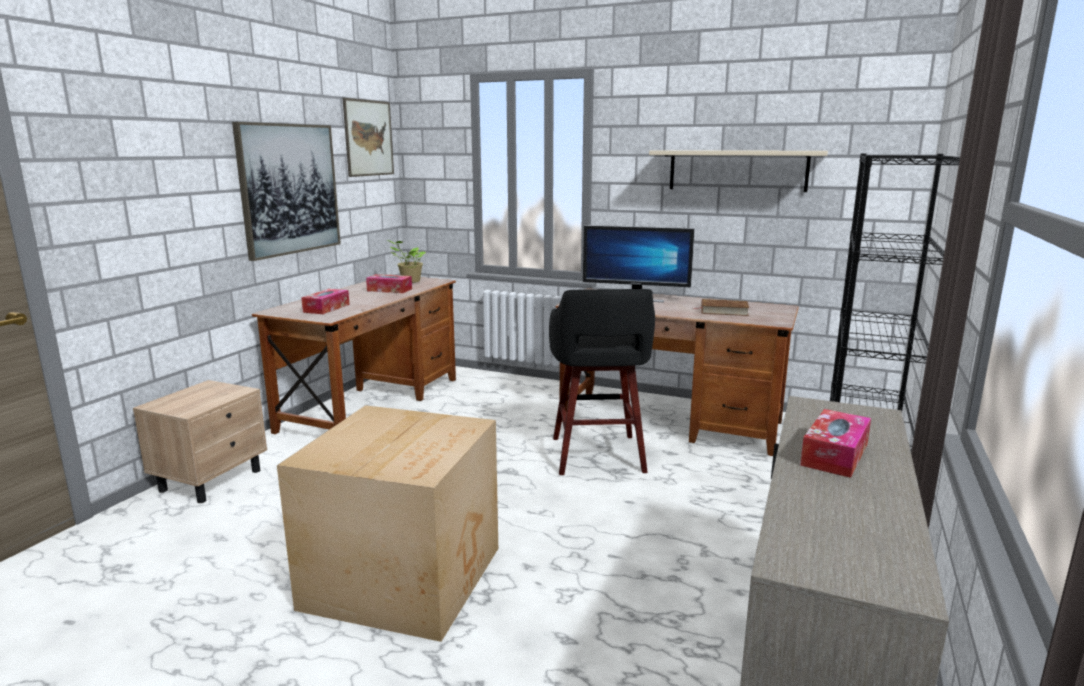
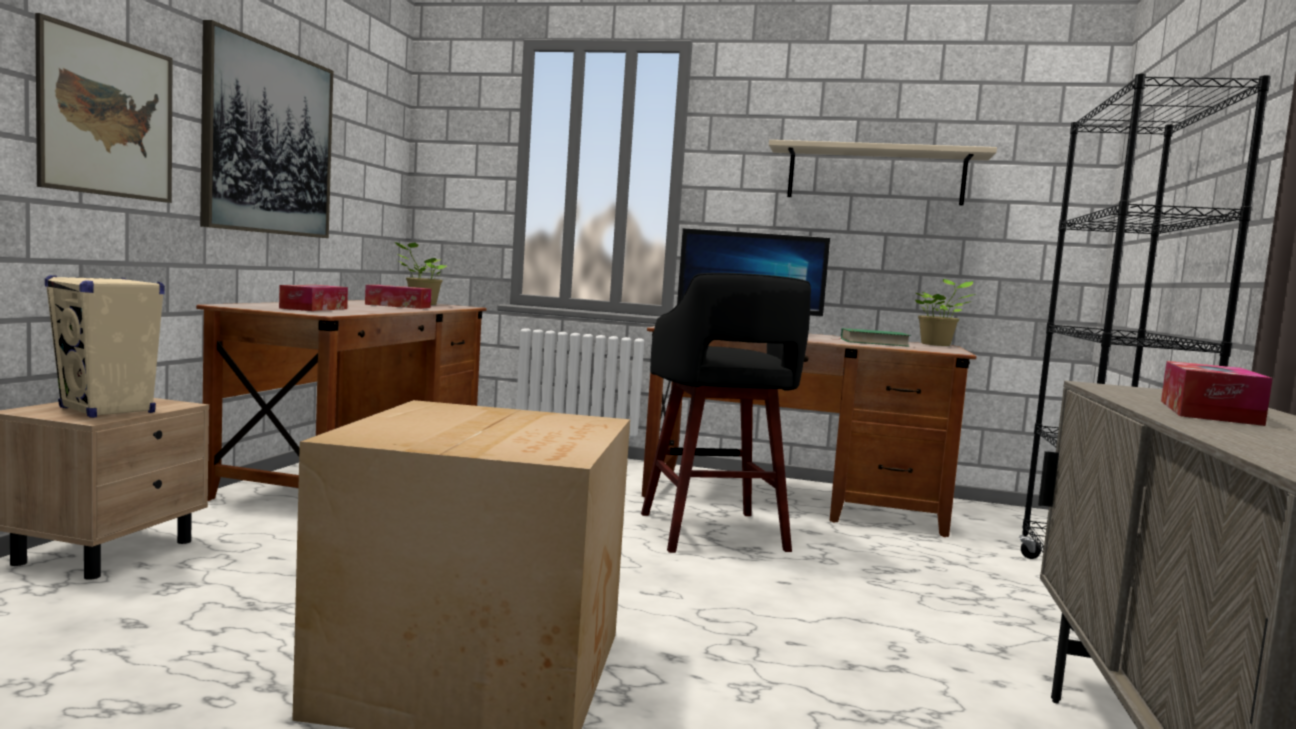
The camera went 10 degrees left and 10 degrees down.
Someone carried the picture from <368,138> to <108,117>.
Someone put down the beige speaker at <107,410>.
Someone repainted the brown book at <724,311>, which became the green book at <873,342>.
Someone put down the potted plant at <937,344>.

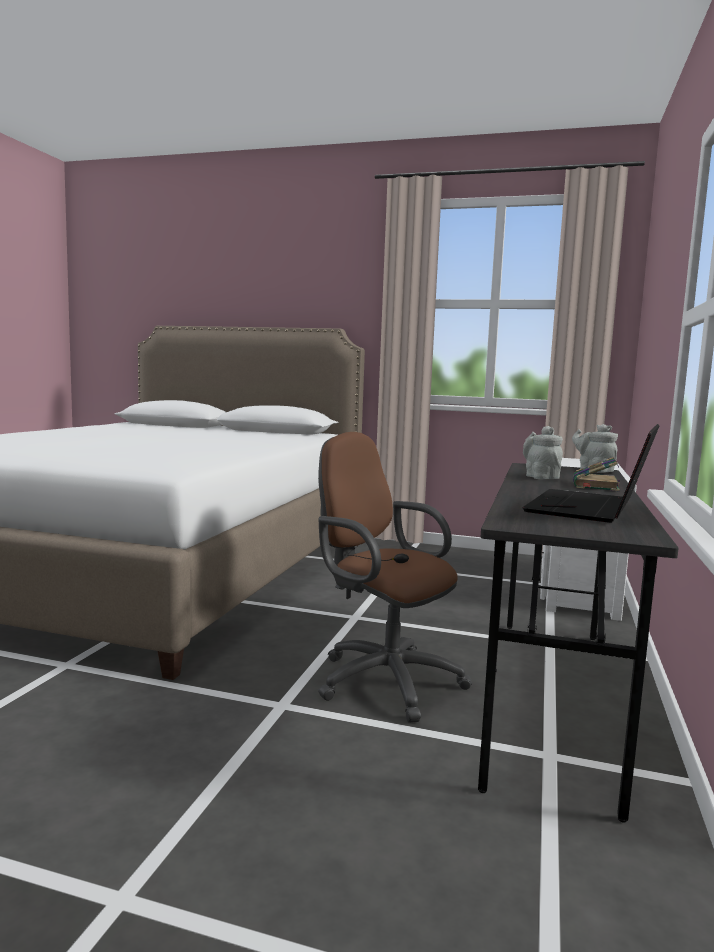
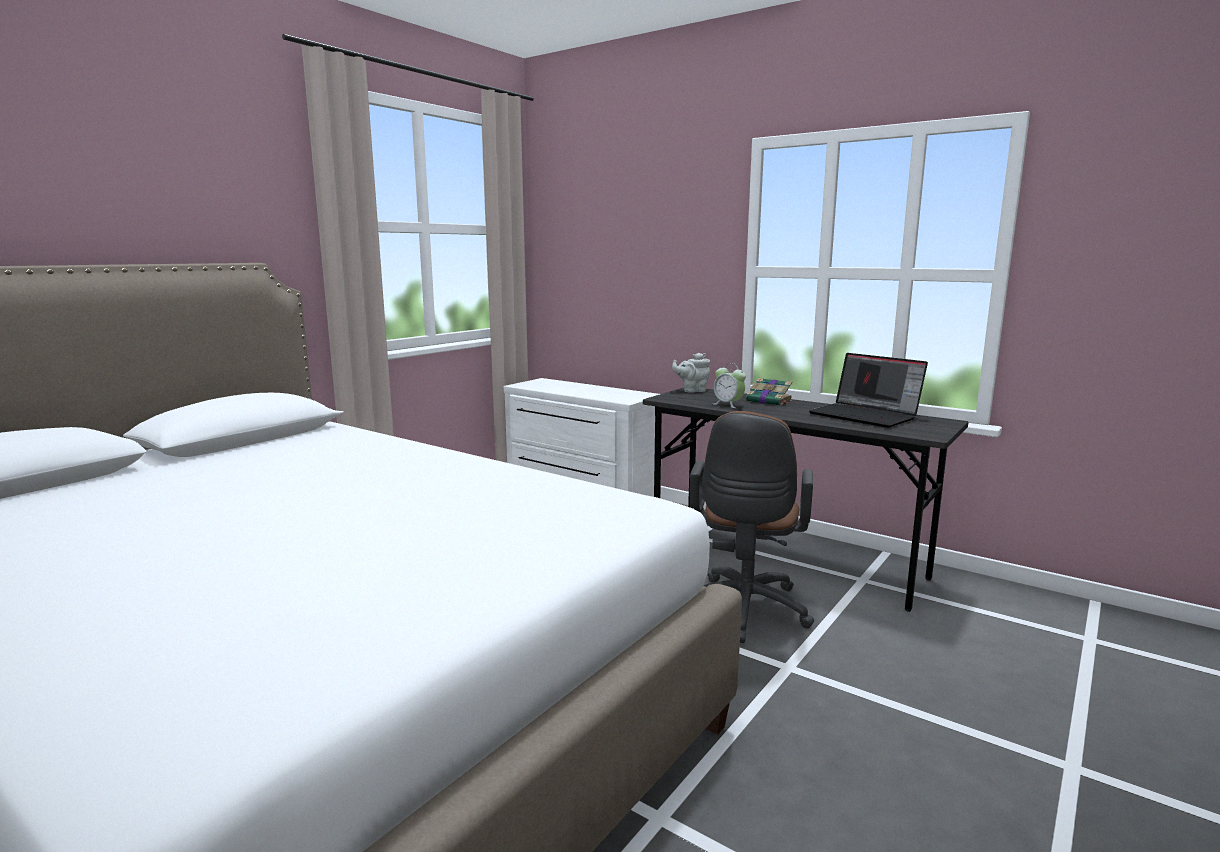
The camera went 70 degrees left and 5 degrees up.
Someone rotated the brown office chair at <382,679> by 45 degrees counterclockwise.
Someone swapped the grey teapot at <540,477> for the alarm clock at <728,405>.

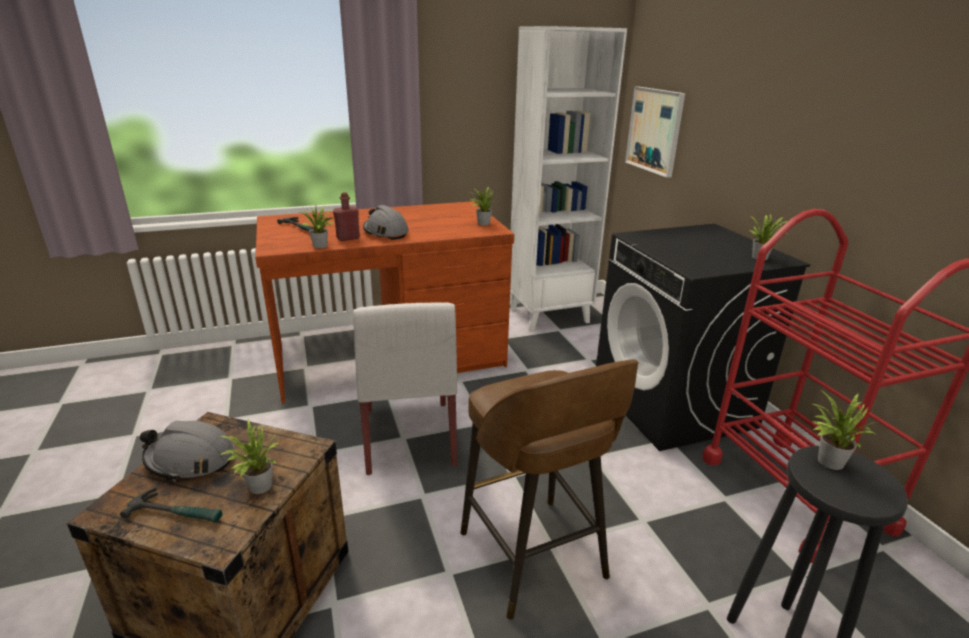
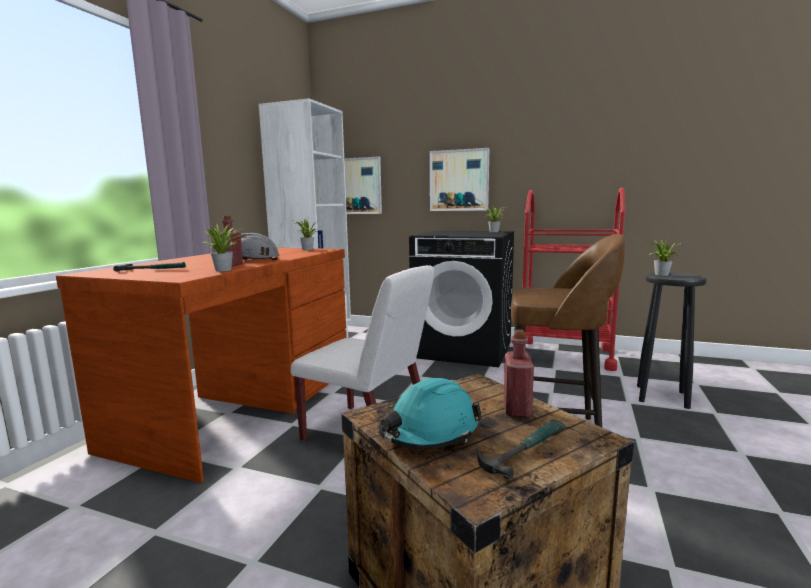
The camera went 50 degrees left and 15 degrees down.
Someone repainted the grey hard hat at <190,460>, which became the turquoise hard hat at <429,432>.
Someone put up the picture at <459,180>.
Someone swapped the potted plant at <257,487> for the red bottle at <517,409>.

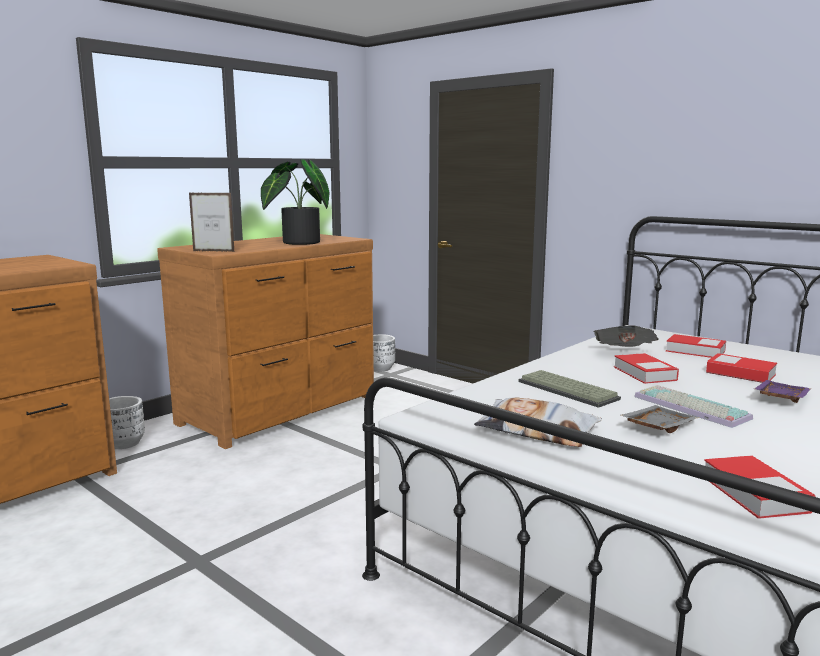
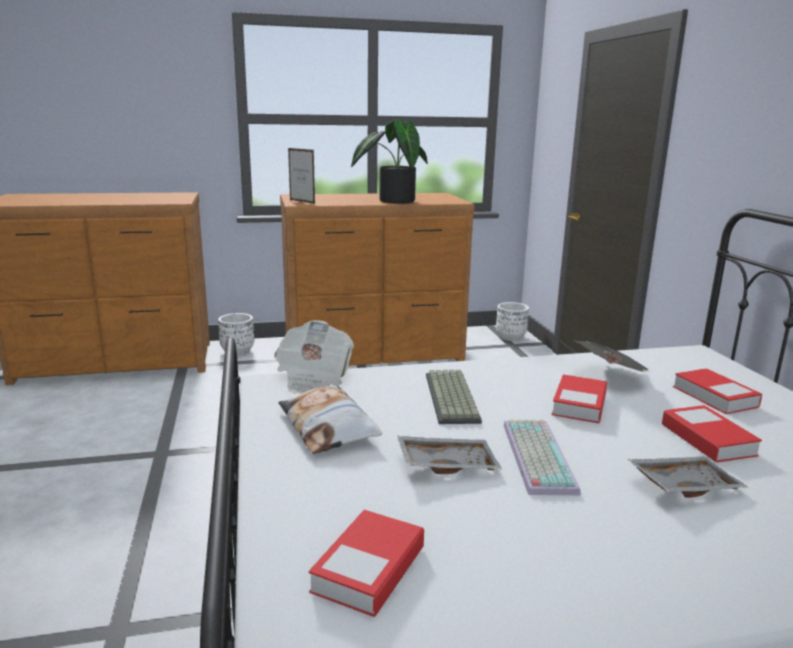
The camera went 35 degrees right and 5 degrees up.
Someone put down the newspaper at <313,377>.
Someone repainted the purple tray at <779,398>, which became the grey tray at <683,485>.

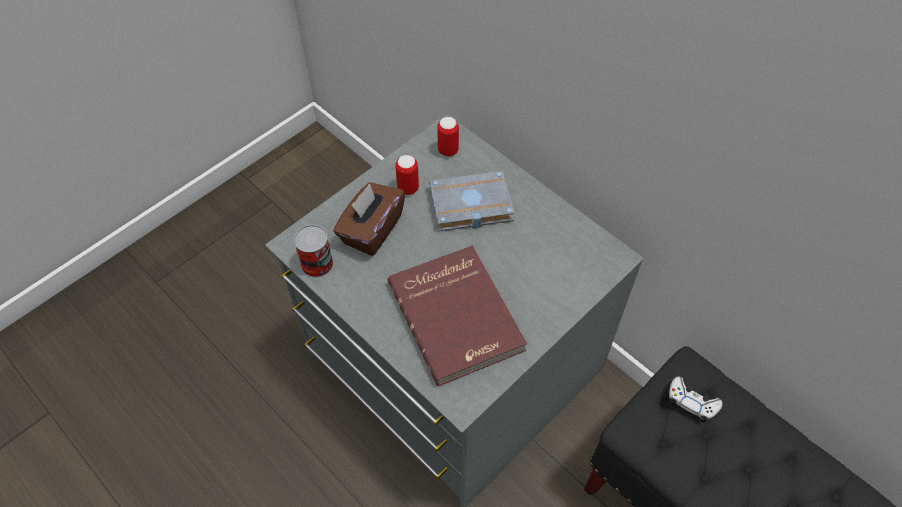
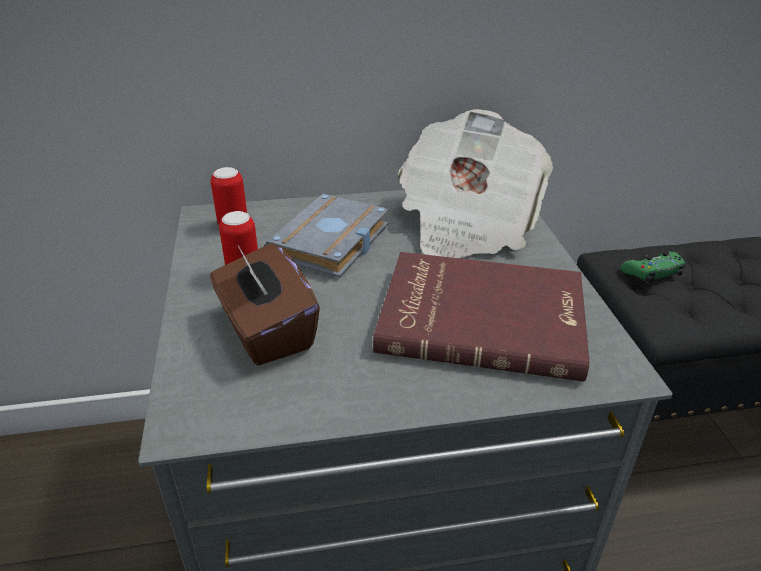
The camera went 55 degrees left and 20 degrees down.
Someone put down the newspaper at <467,222>.
Someone repainted the white game controller at <692,402>, which became the green game controller at <652,272>.
Someone took away the can at <317,264>.

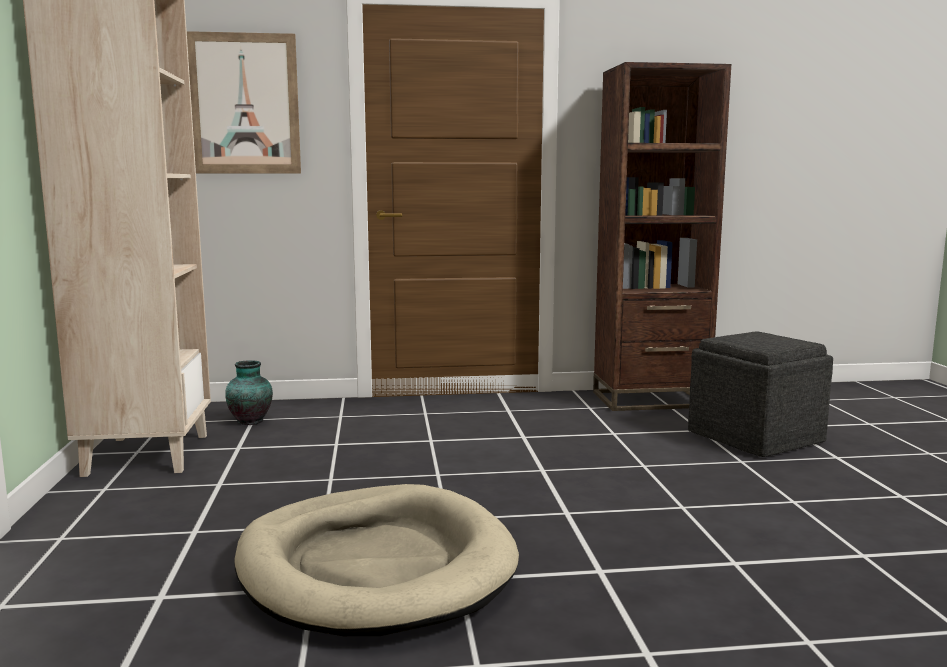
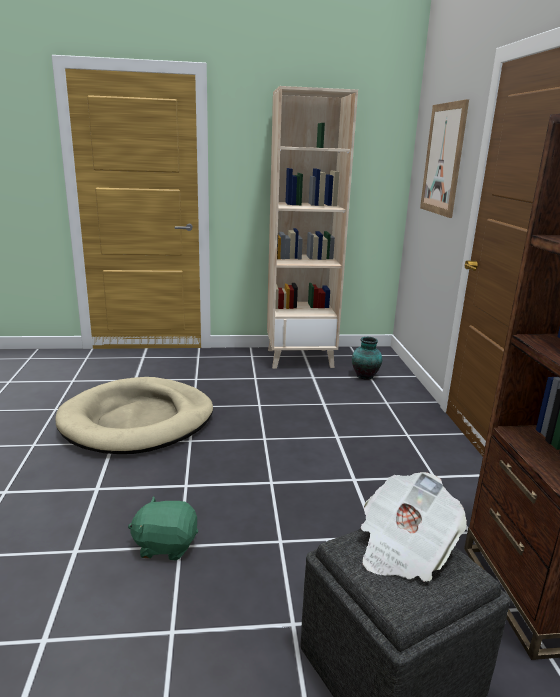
The camera went 90 degrees right and 10 degrees up.
Someone put down the green plush toy at <165,545>.
Someone put down the newspaper at <404,548>.

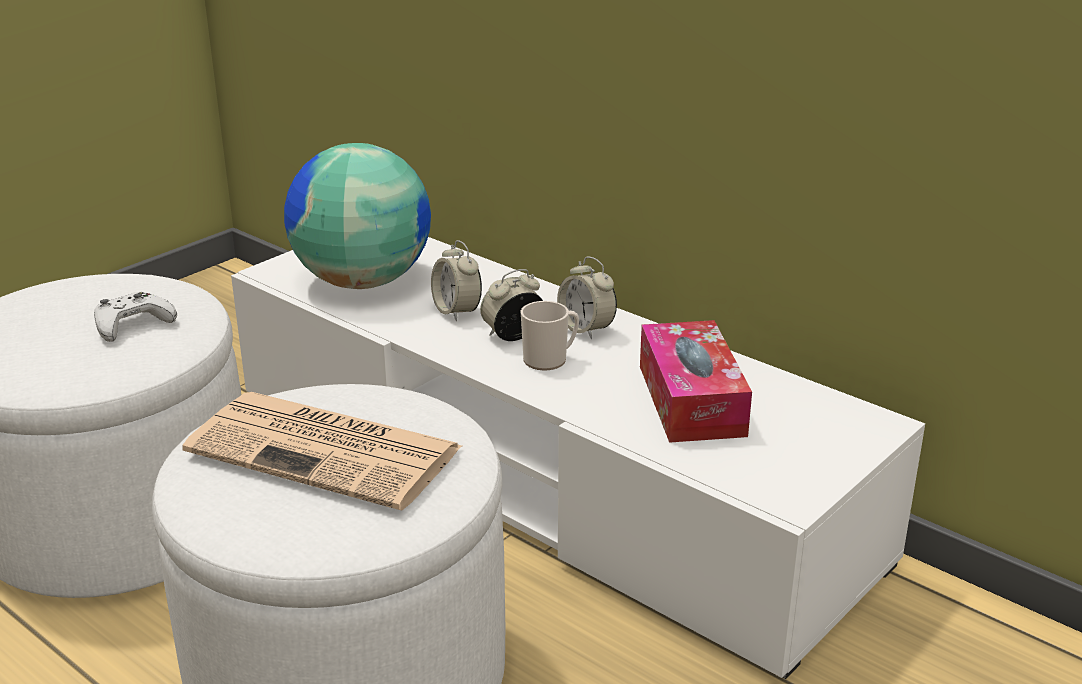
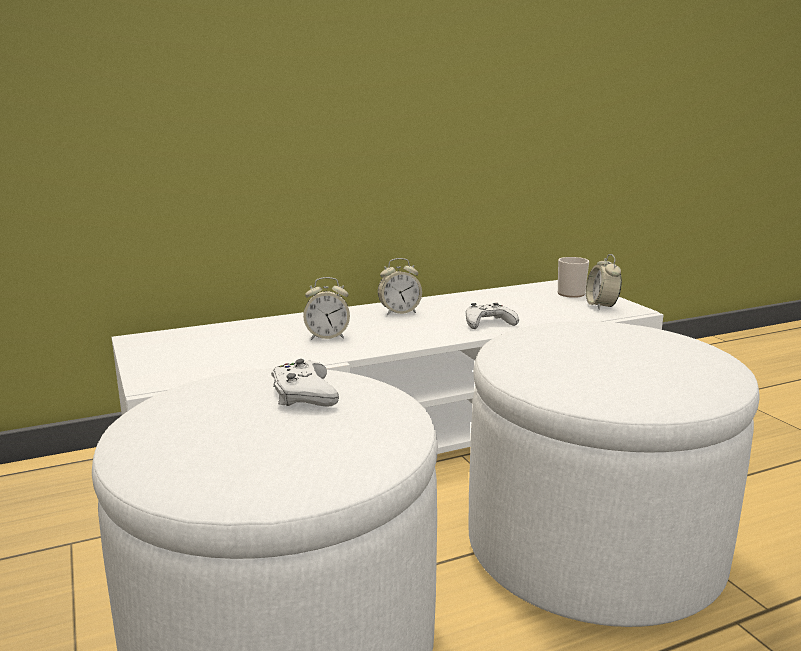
The camera went 65 degrees left and 10 degrees down.
Someone put down the white game controller at <488,323>.
Someone carried the mug from <549,359> to <571,293>.
Someone carried the alarm clock from <513,336> to <601,306>.
Someone took away the newspaper at <328,451>.
Someone took away the globe at <361,281>.
Someone took away the tissue box at <691,400>.

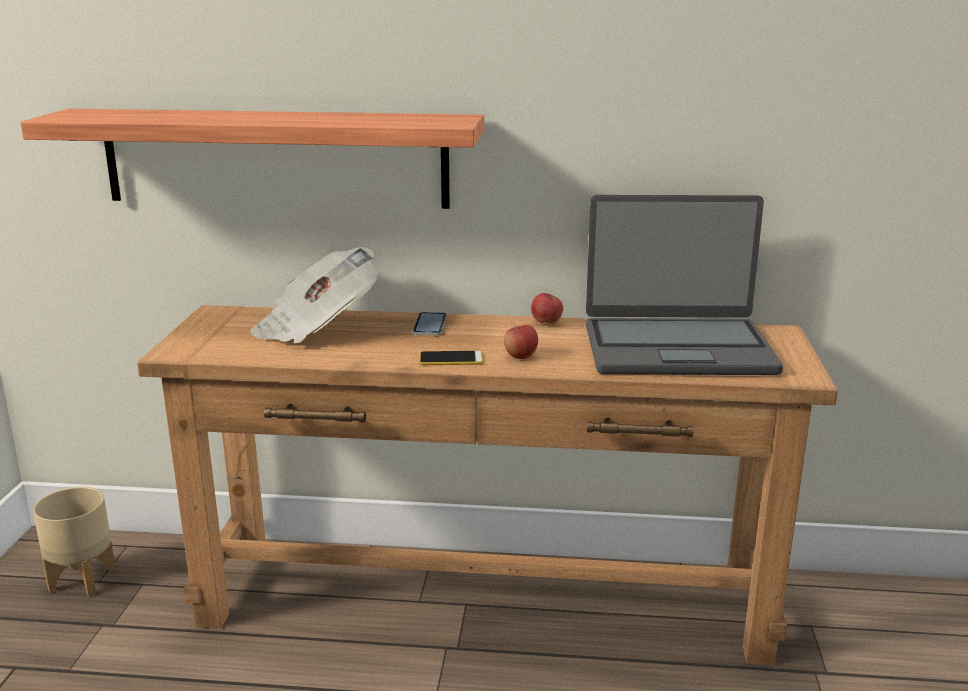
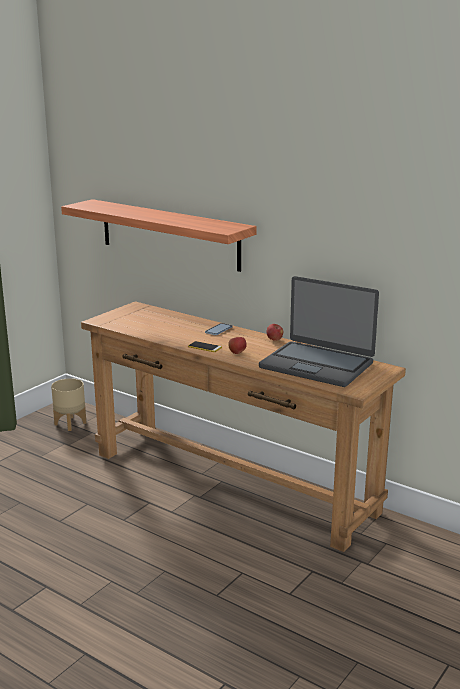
The camera went 30 degrees right and 0 degrees up.
Someone took away the newspaper at <316,328>.

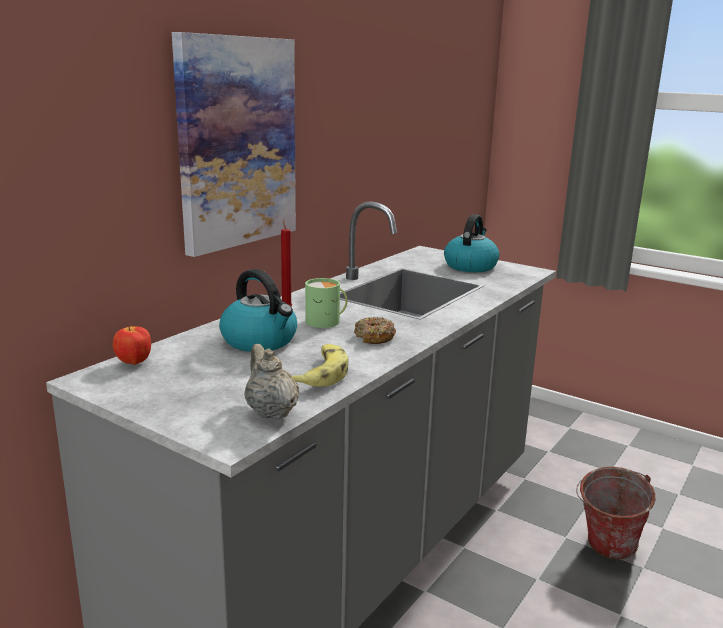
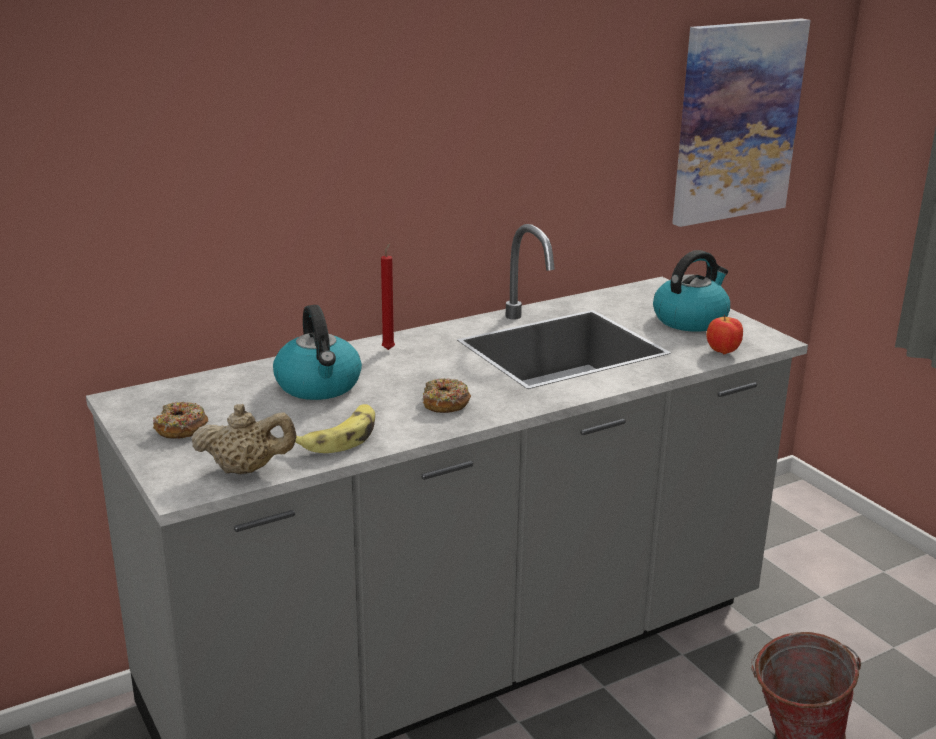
The camera went 25 degrees right and 5 degrees up.
Someone put down the donut at <181,428>.
Someone rotated the beige teapot at <270,412> by 90 degrees clockwise.
Someone carried the picture from <237,143> to <736,121>.
Someone carried the apple from <133,362> to <722,352>.
Someone took away the green mug at <326,321>.

